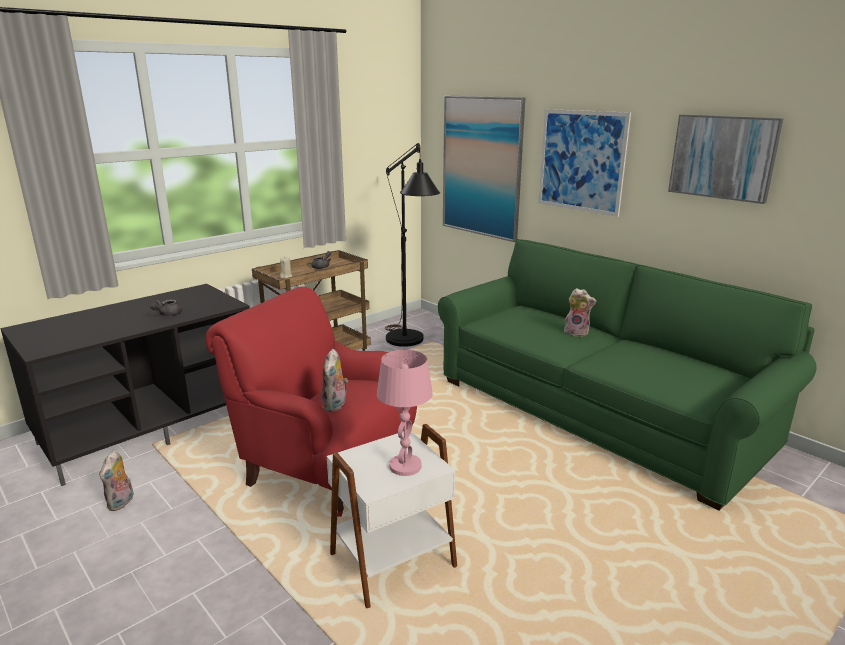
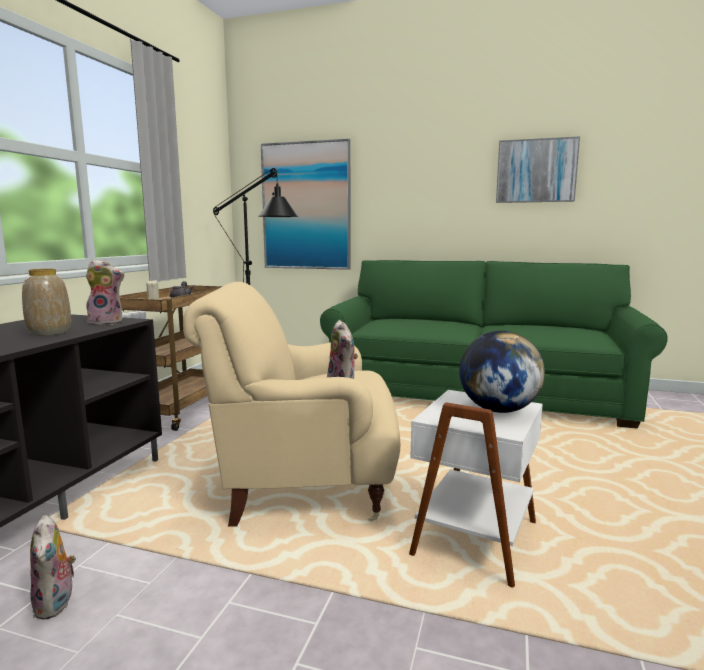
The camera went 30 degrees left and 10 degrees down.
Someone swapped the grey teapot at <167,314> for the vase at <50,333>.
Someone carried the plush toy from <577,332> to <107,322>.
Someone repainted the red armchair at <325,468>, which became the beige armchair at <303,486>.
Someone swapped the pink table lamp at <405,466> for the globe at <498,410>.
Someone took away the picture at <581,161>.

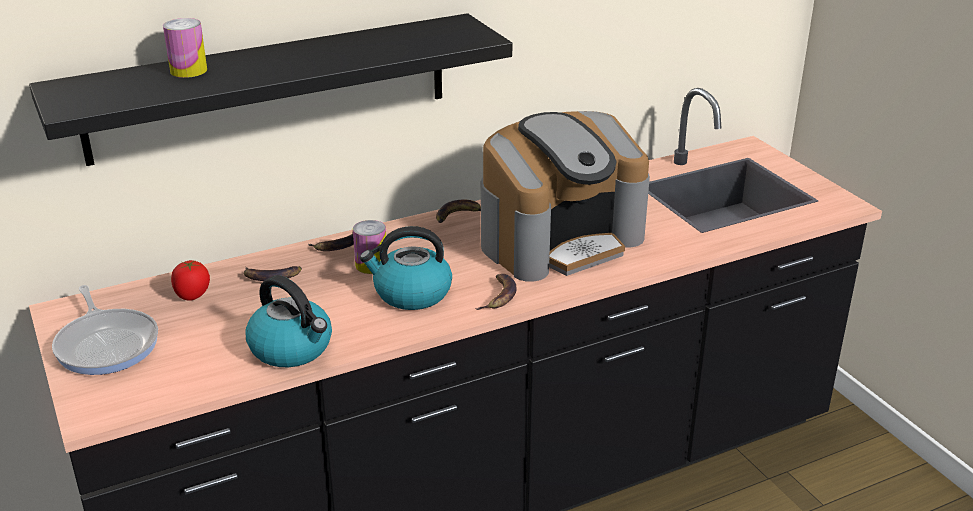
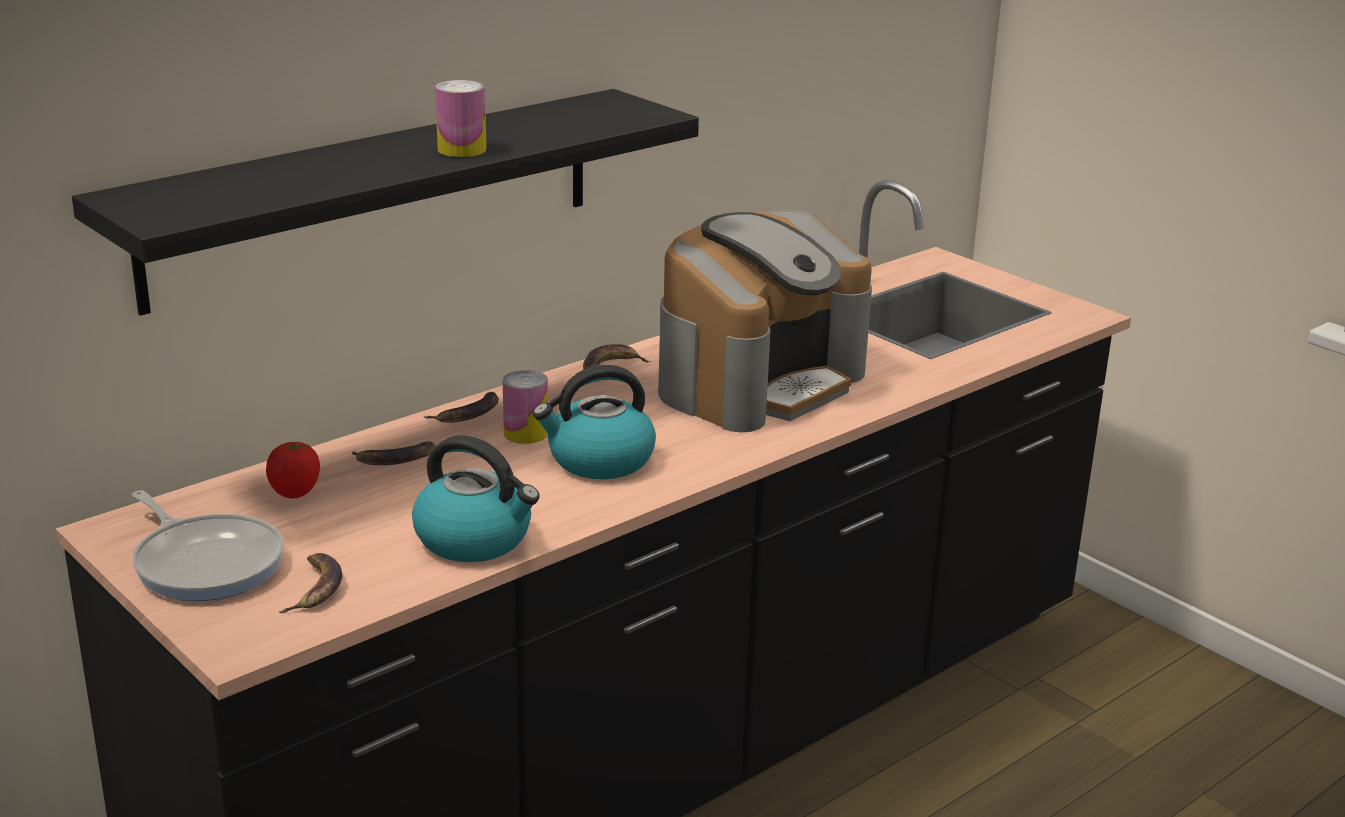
The camera went 15 degrees left and 5 degrees down.
Someone carried the banana from <499,296> to <315,588>.
Someone carried the can from <188,70> to <462,149>.

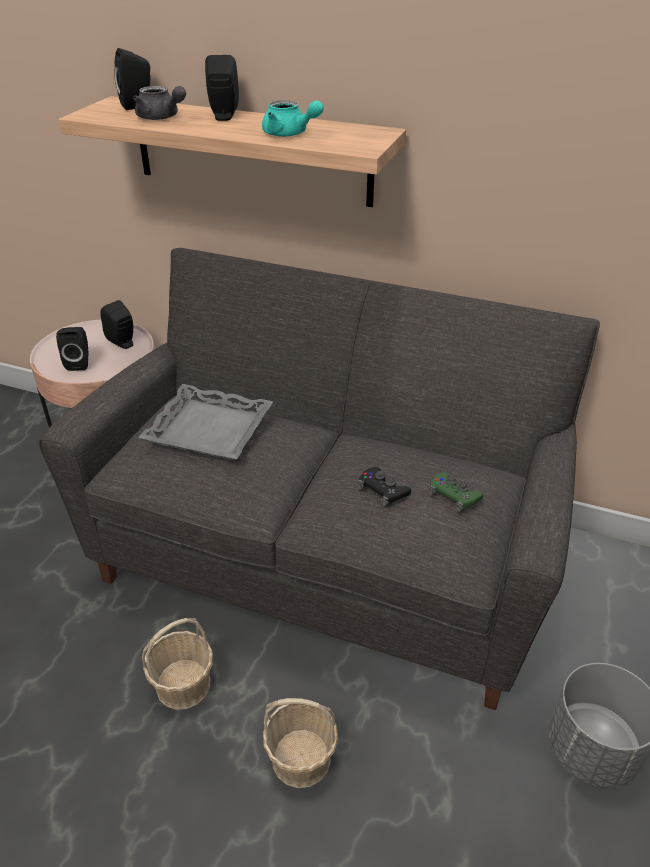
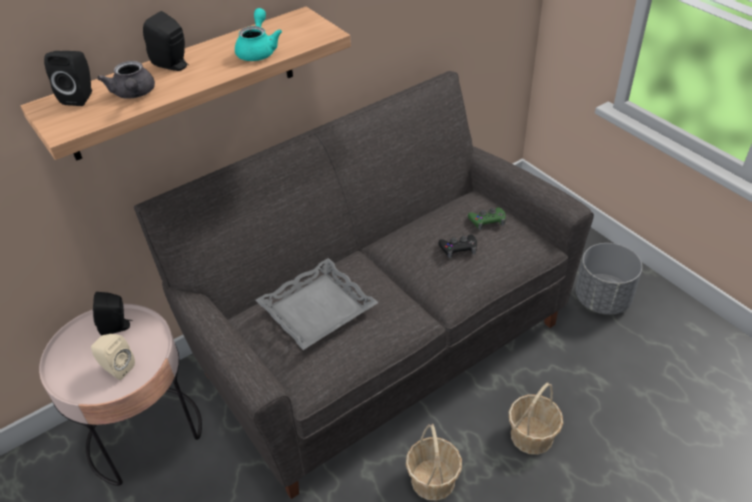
The camera went 55 degrees left and 5 degrees up.
Someone repainted the black speaker at <79,363>, which became the beige speaker at <116,368>.
Someone rotated the grey teapot at <161,118> by 90 degrees clockwise.
Someone rotated the turquoise teapot at <289,134> by 60 degrees counterclockwise.

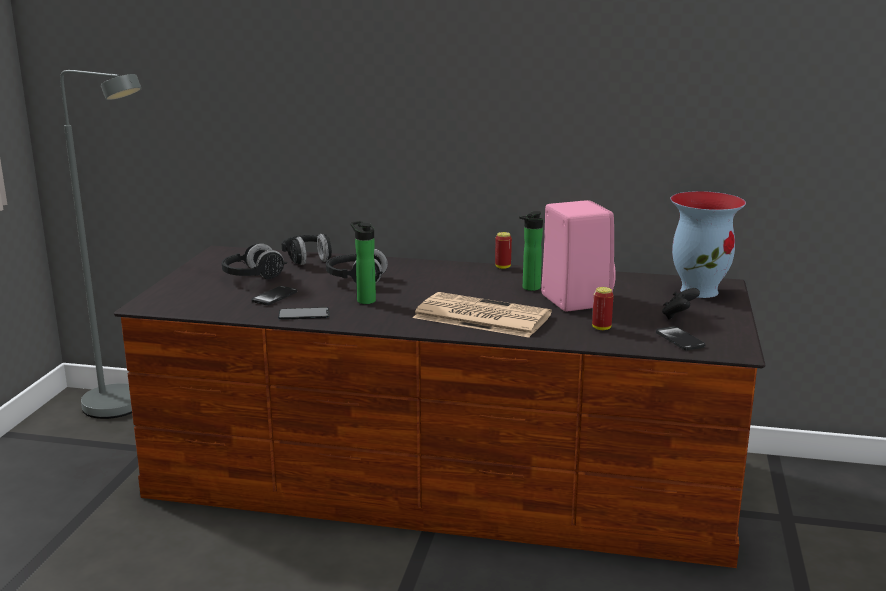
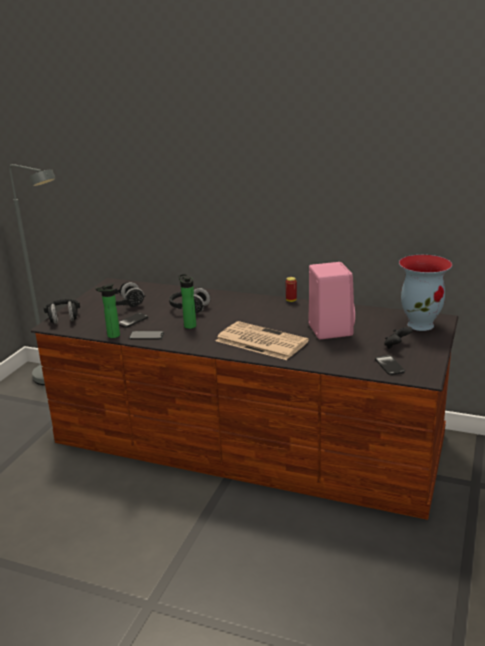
The camera went 10 degrees right and 5 degrees up.
Someone carried the black headphones from <308,259> to <63,318>.
Someone carried the bottle from <529,288> to <111,336>.
Someone took away the can at <601,328>.

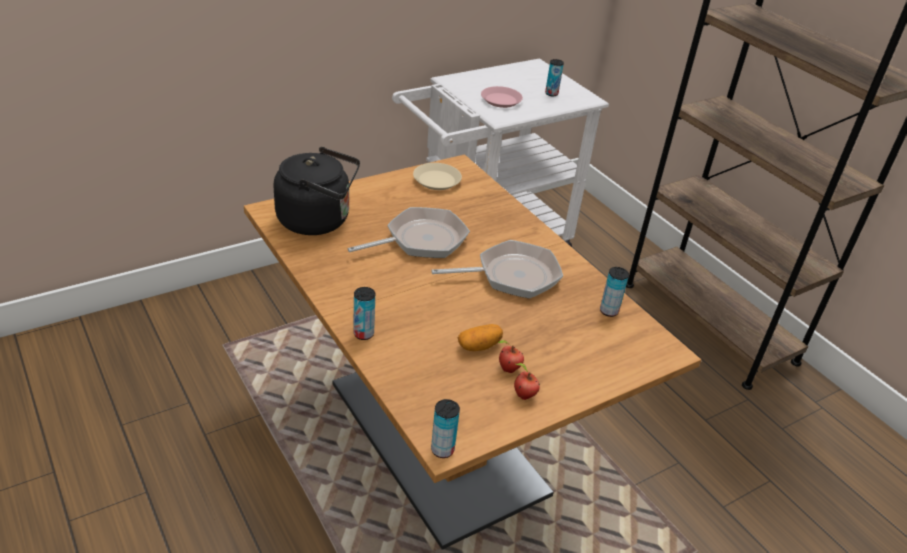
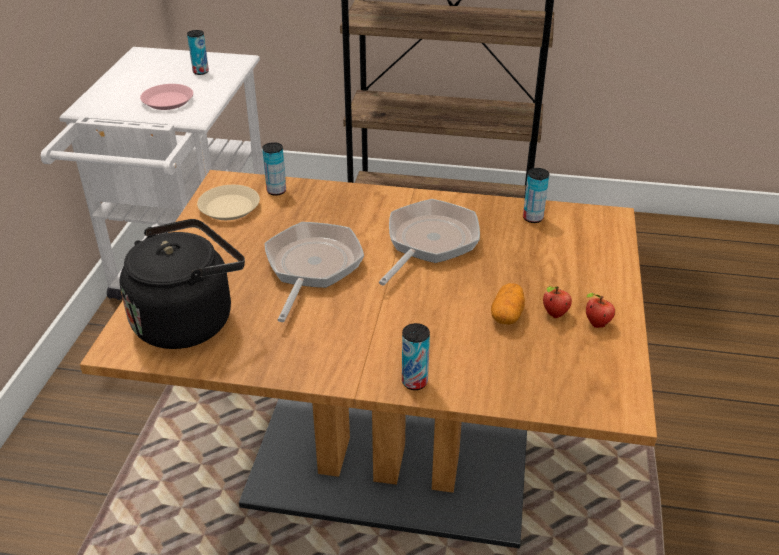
The camera went 45 degrees left and 0 degrees up.
Someone carried the can from <442,450> to <276,191>.

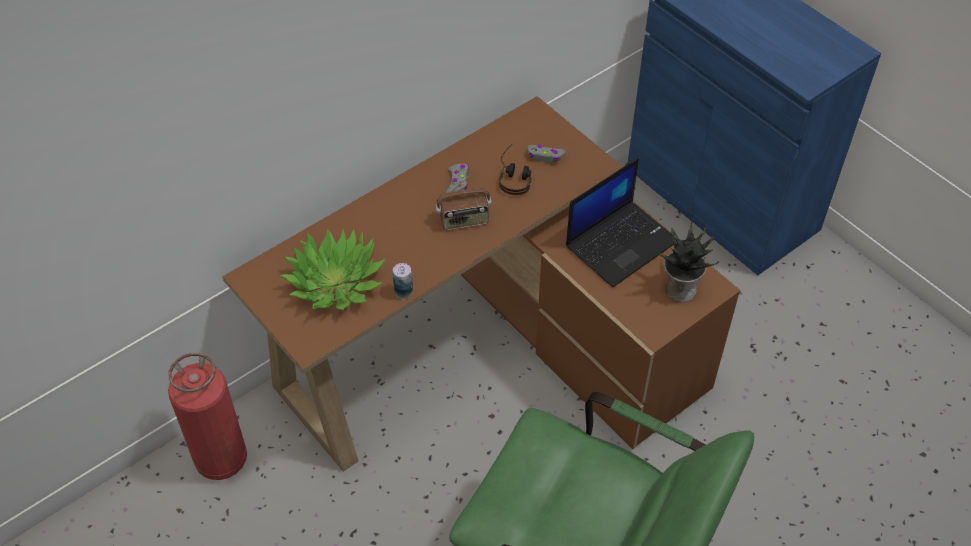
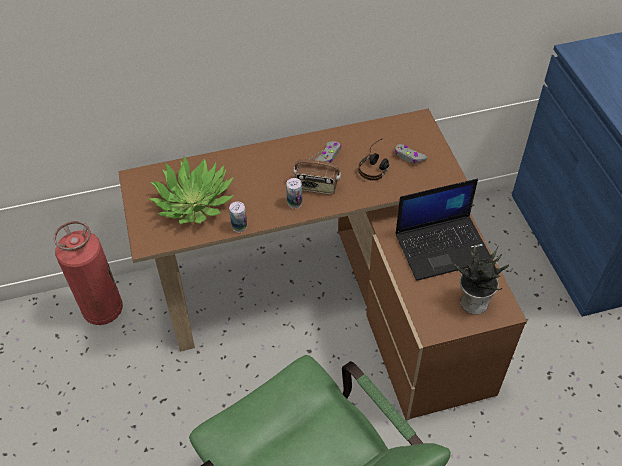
The camera went 25 degrees right and 0 degrees up.
Someone put down the can at <294,203>.

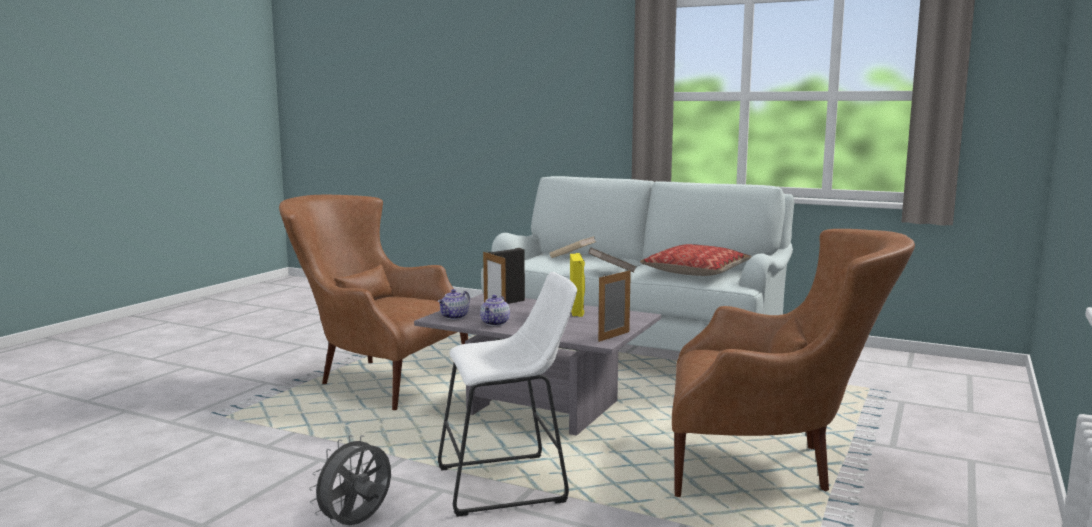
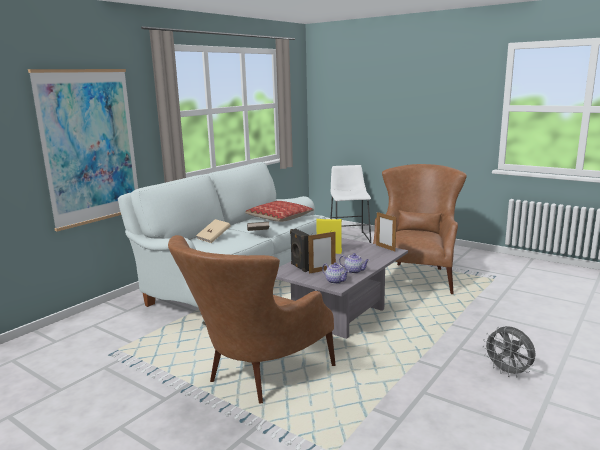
The camera went 80 degrees left and 5 degrees up.
Someone put up the picture at <90,147>.
Someone carried the white stool from <509,484> to <349,237>.

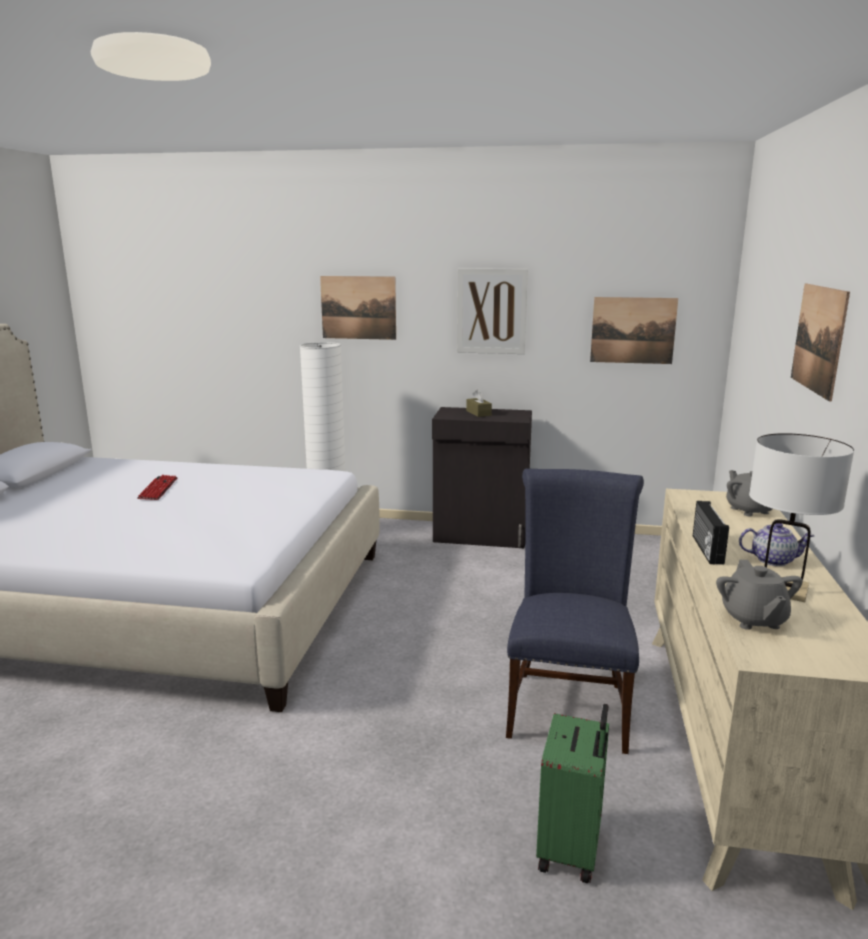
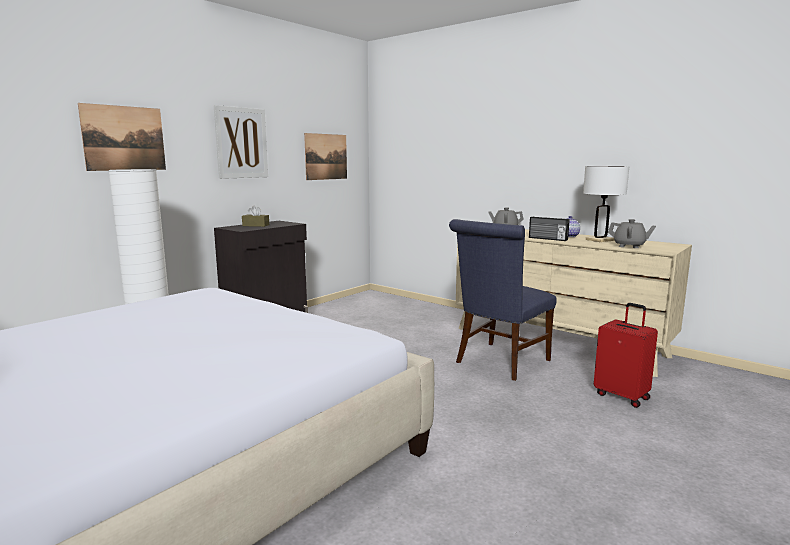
The camera went 60 degrees left and 5 degrees down.
Someone rotated the blue chair at <568,704> by 90 degrees counterclockwise.
Someone repainted the green suitcase at <571,849>, which became the red suitcase at <622,396>.
Someone took away the keyboard at <158,489>.
Someone took away the picture at <818,339>.

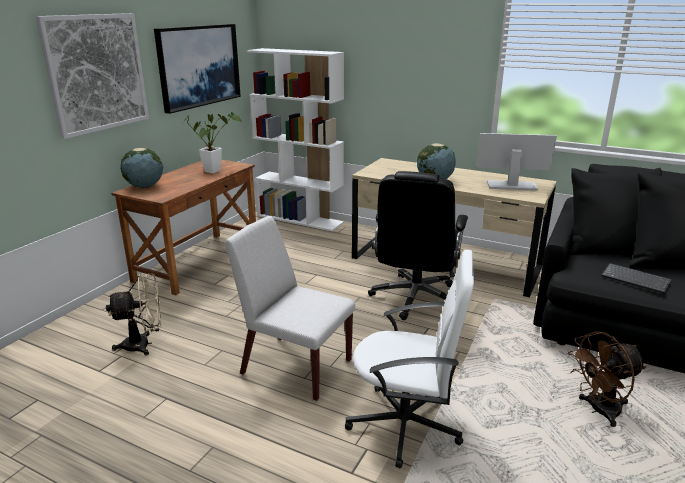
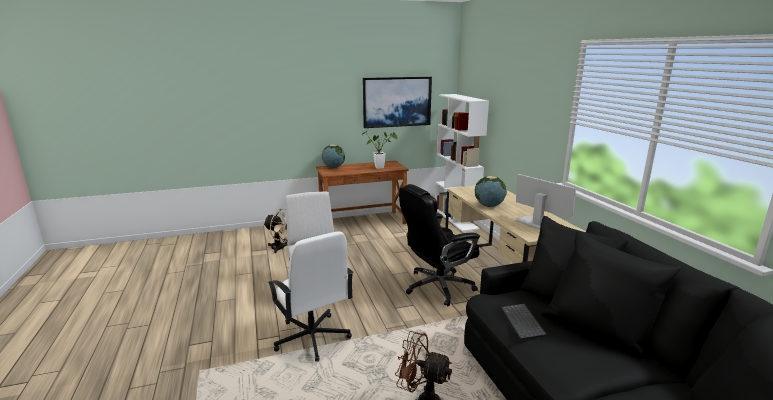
The camera went 45 degrees right and 5 degrees down.
Someone took away the picture at <97,73>.

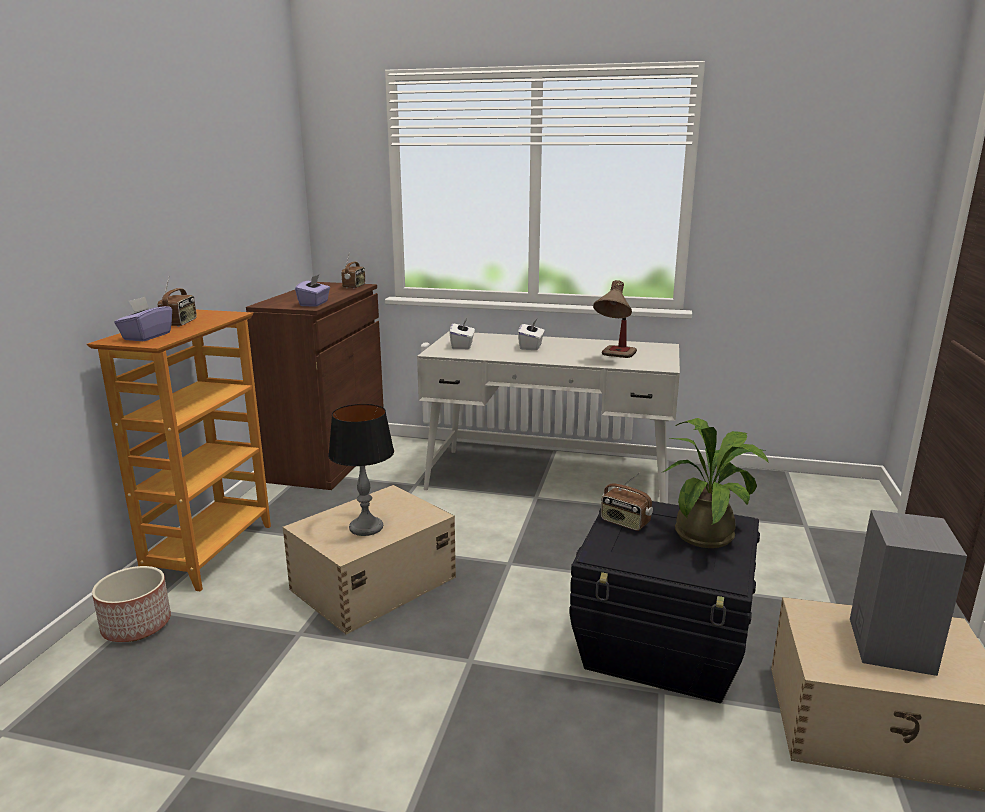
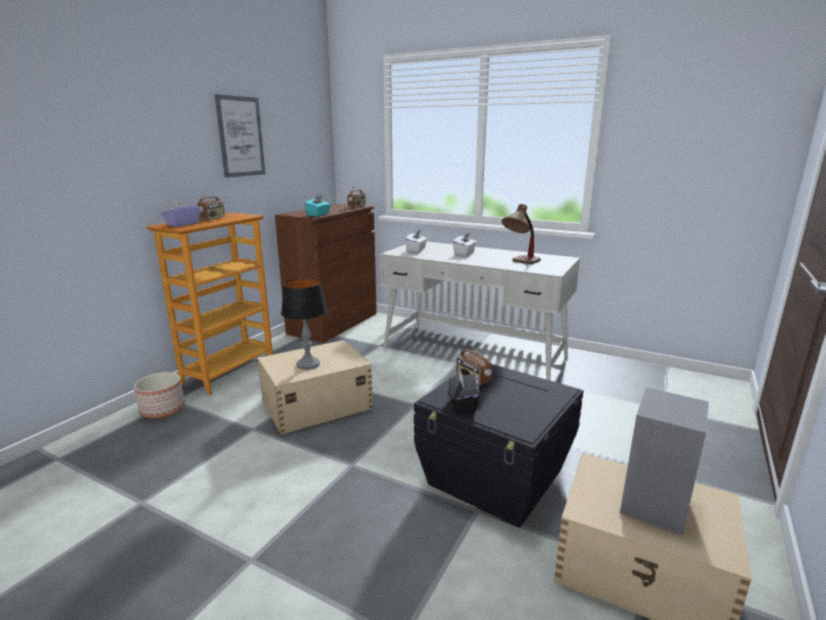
The camera went 15 degrees right and 0 degrees up.
Someone put up the picture at <241,137>.
Someone repainted the purple tissue box at <314,304>, which became the turquoise tissue box at <318,215>.
Someone put down the black tissue box at <462,404>.
Someone took away the potted plant at <709,533>.

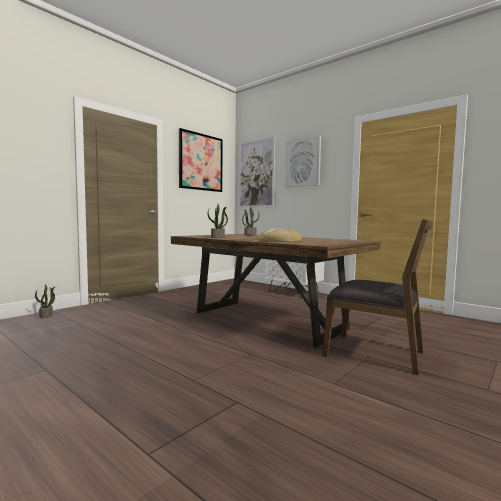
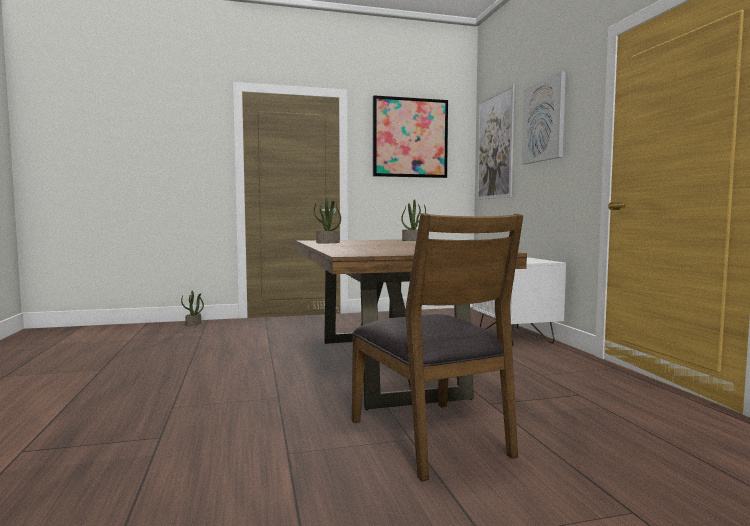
The camera went 35 degrees right and 0 degrees up.
Someone took away the bread at <280,241>.

